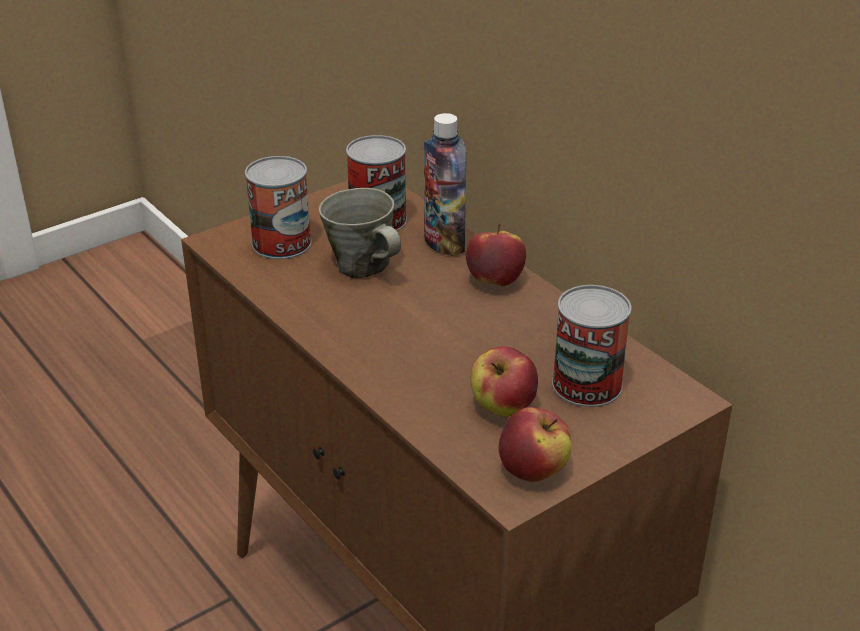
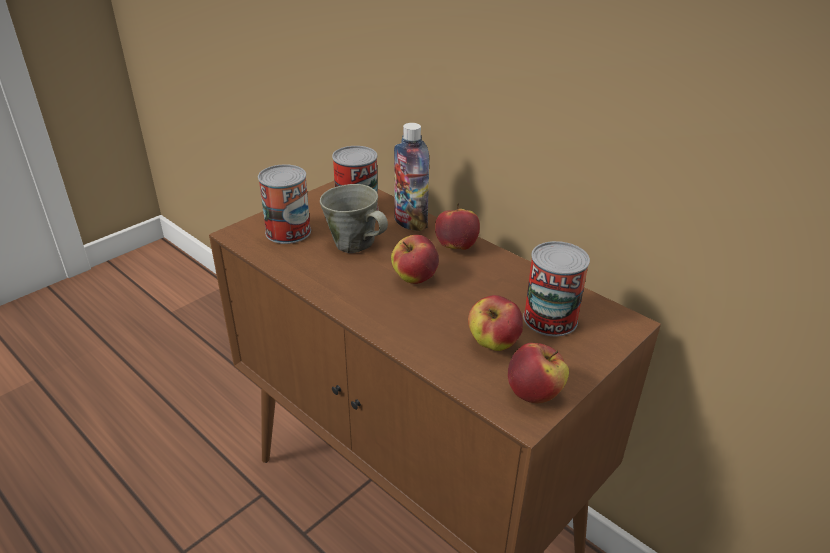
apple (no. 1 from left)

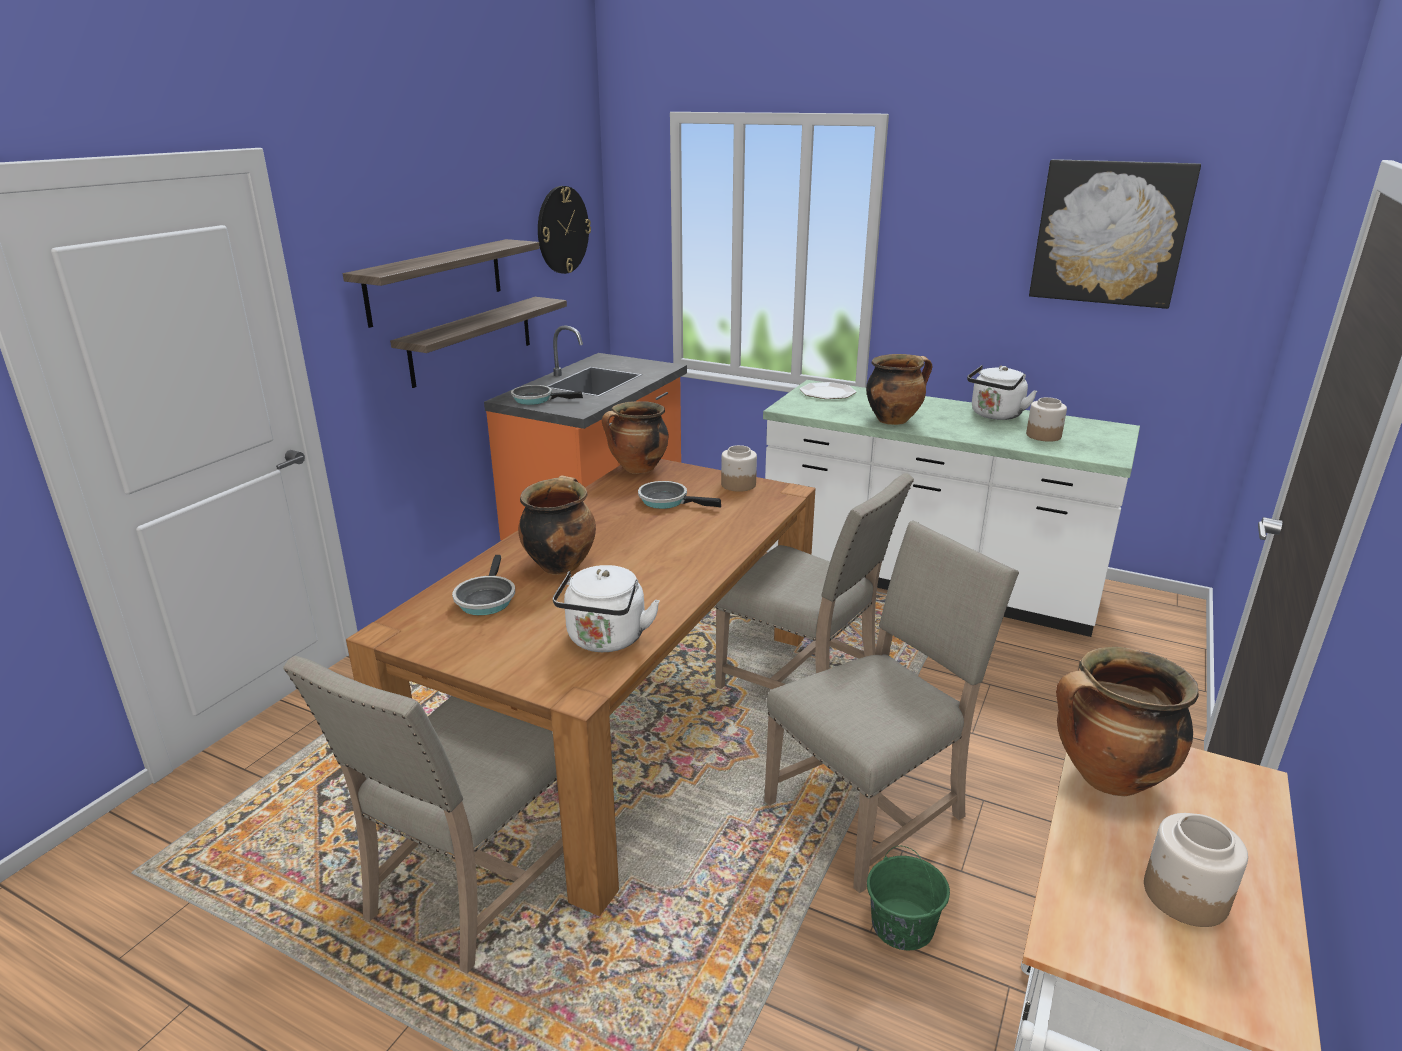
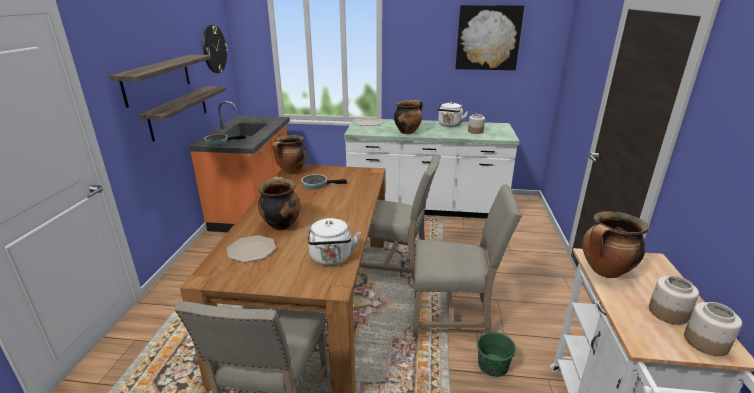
plate (no. 1 from left); beige chair (no. 3 from left); jar (no. 3 from left)

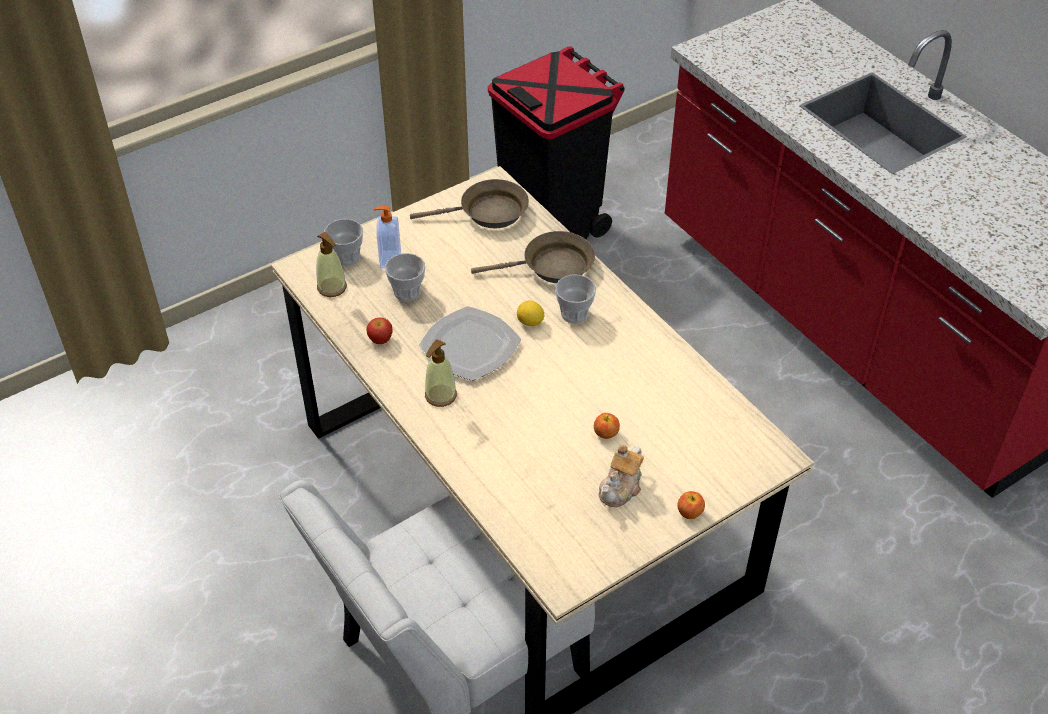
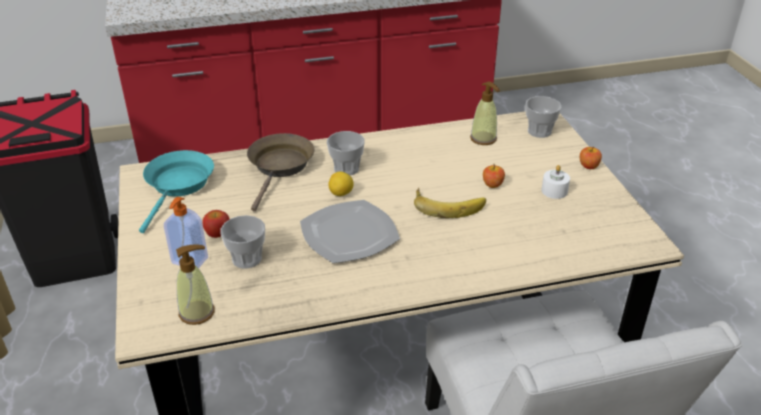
turquoise frying pan; apple (no. 1 from left); banana; soap dispenser (no. 3 from left); cup (no. 3 from left); white candle

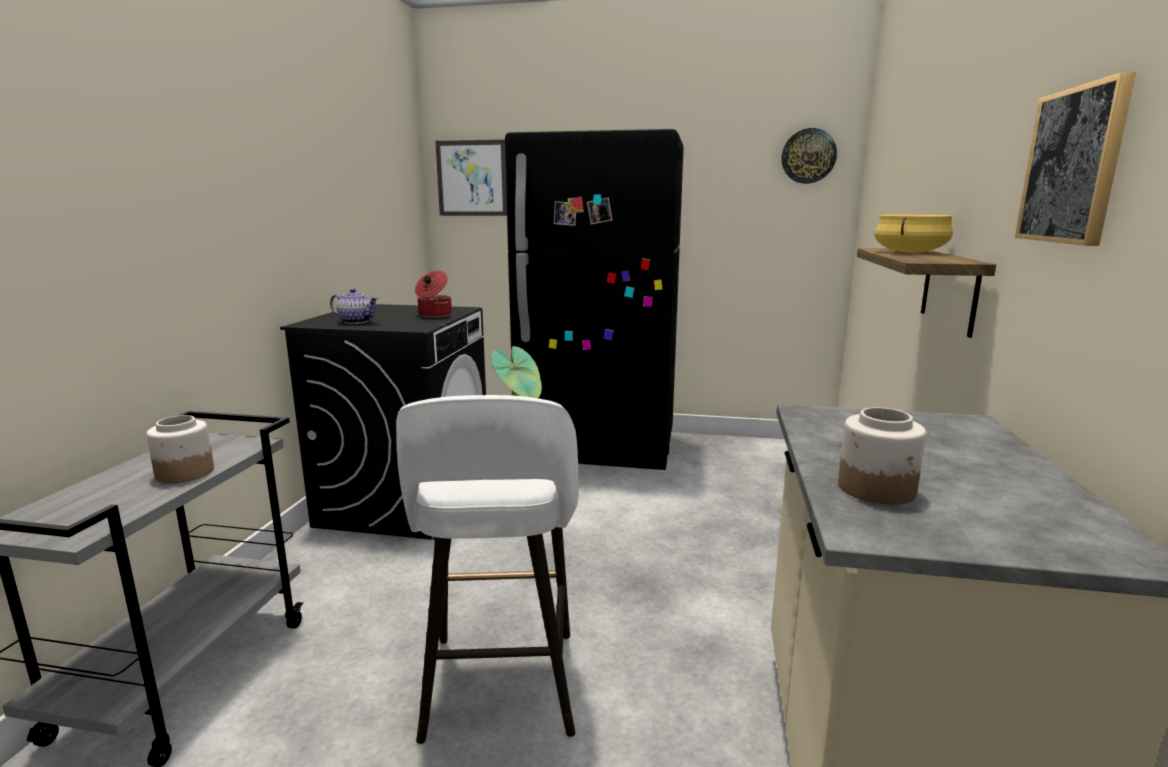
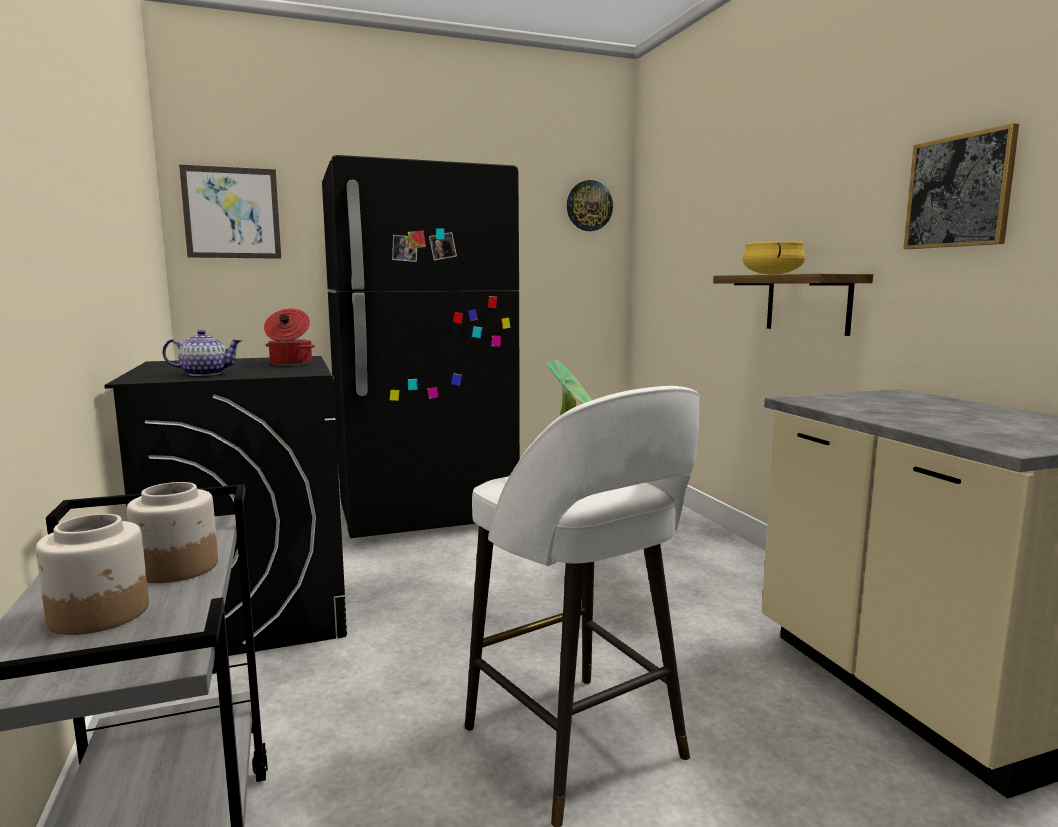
jar (no. 1 from left)

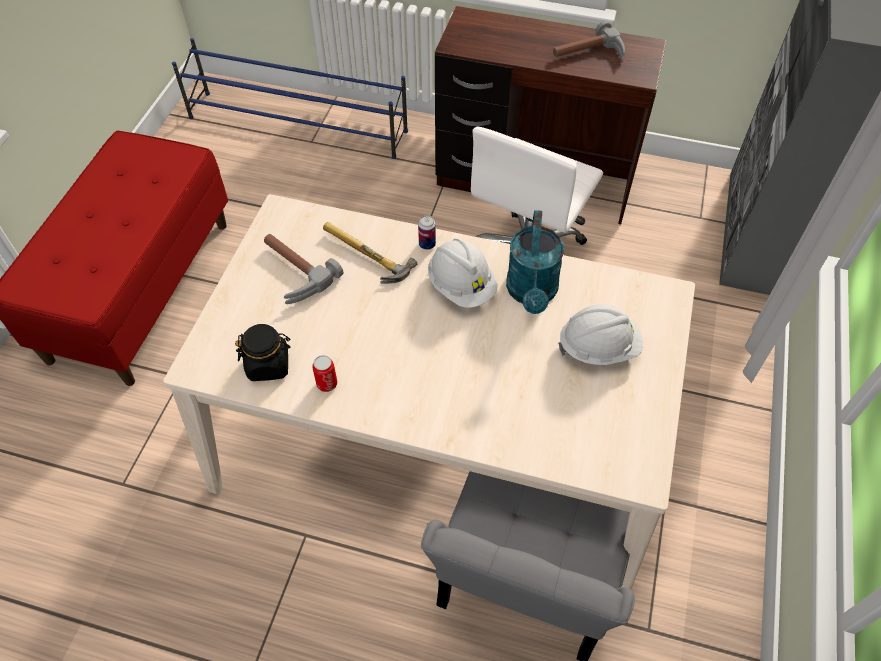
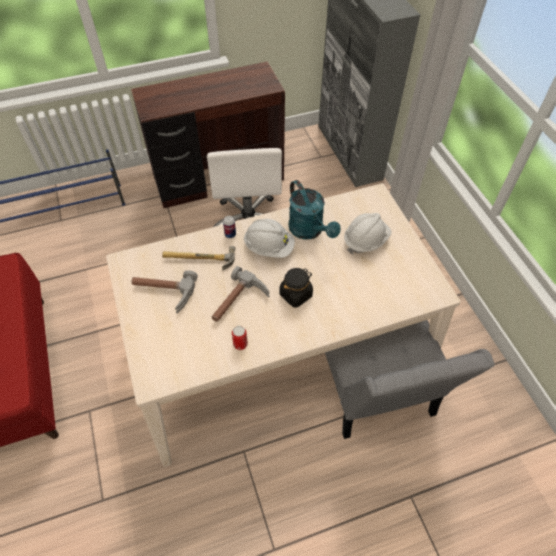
hammer (no. 3 from left); black jar

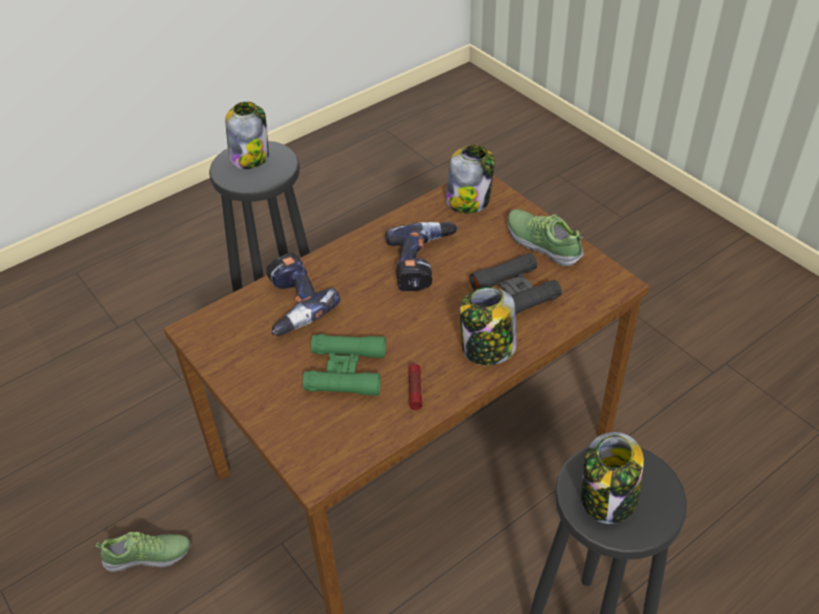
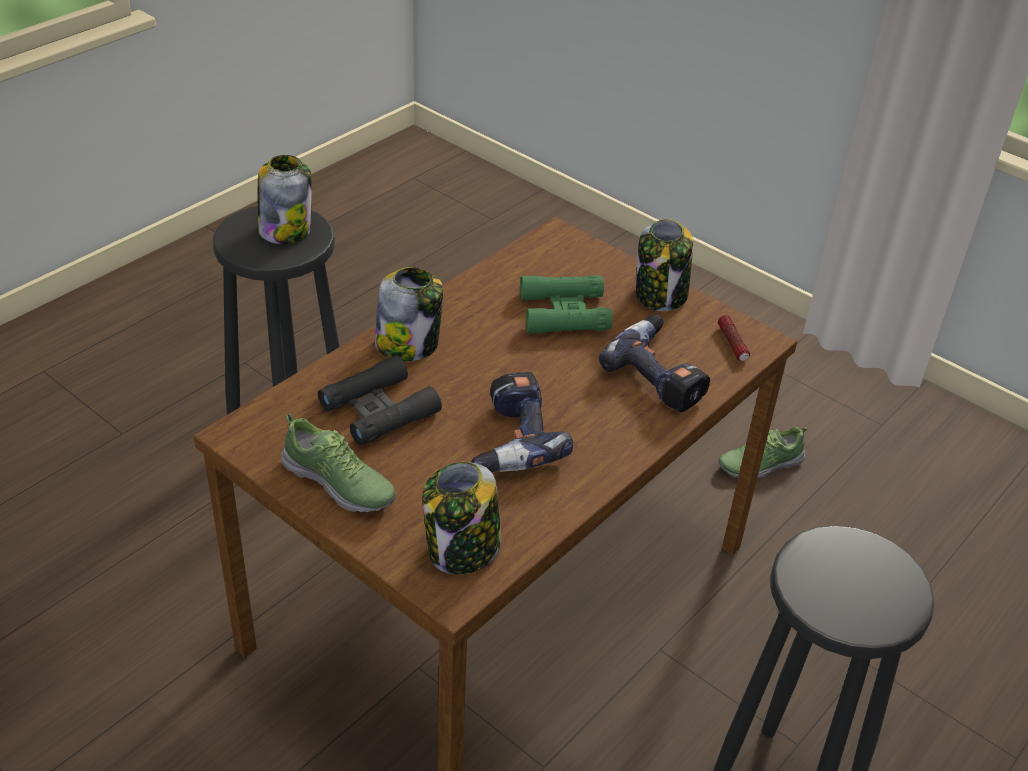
jar (no. 4 from left); flashlight

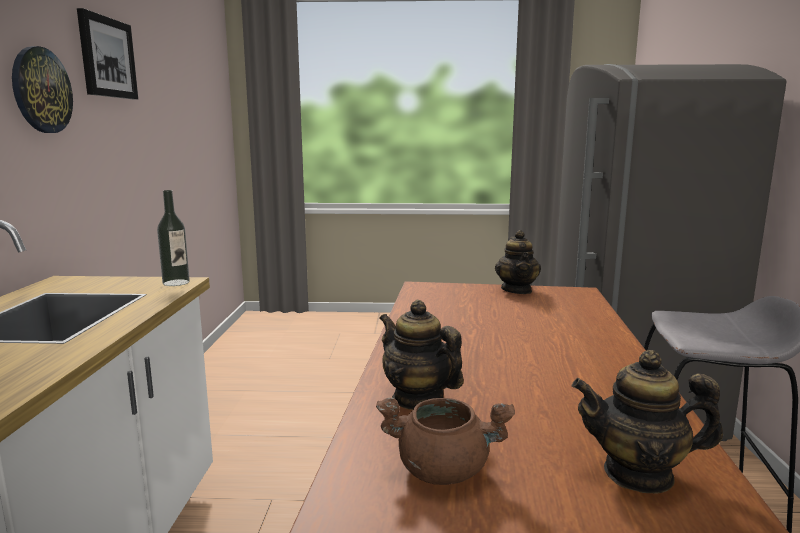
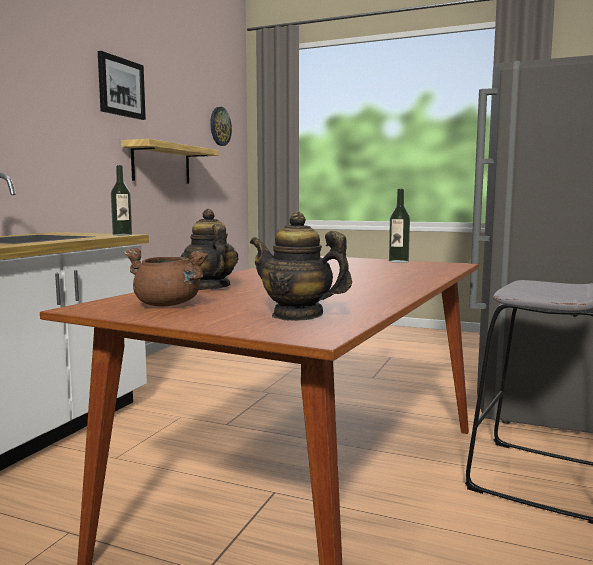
shelf; wall clock; bottle (no. 2 from left)

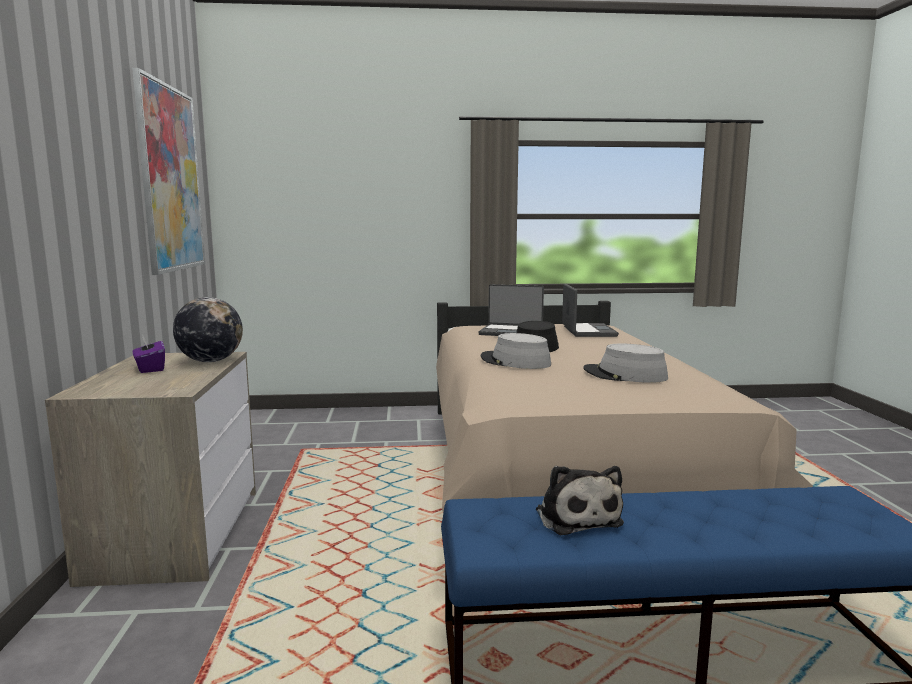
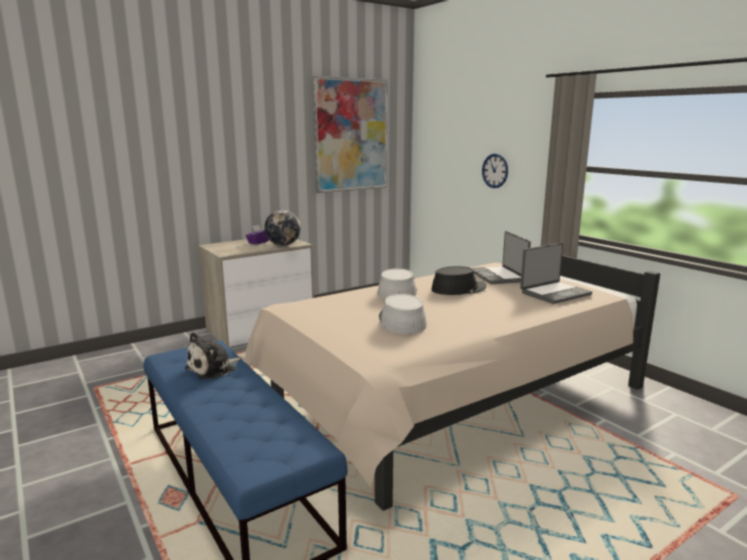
wall clock

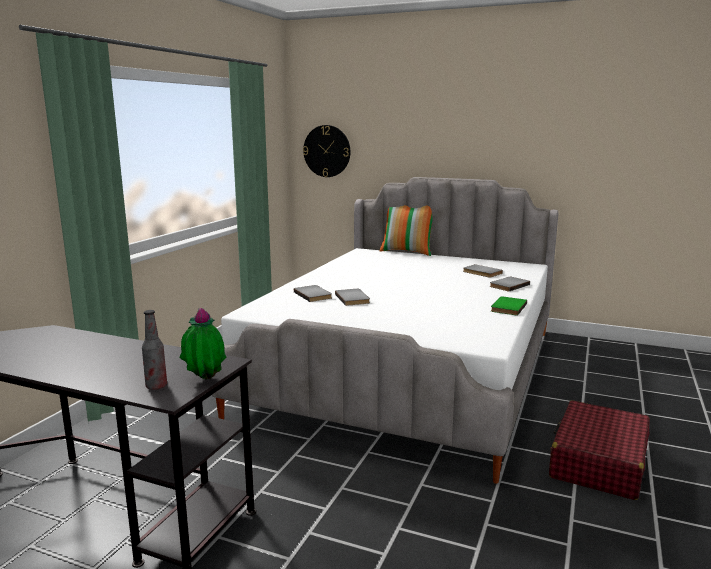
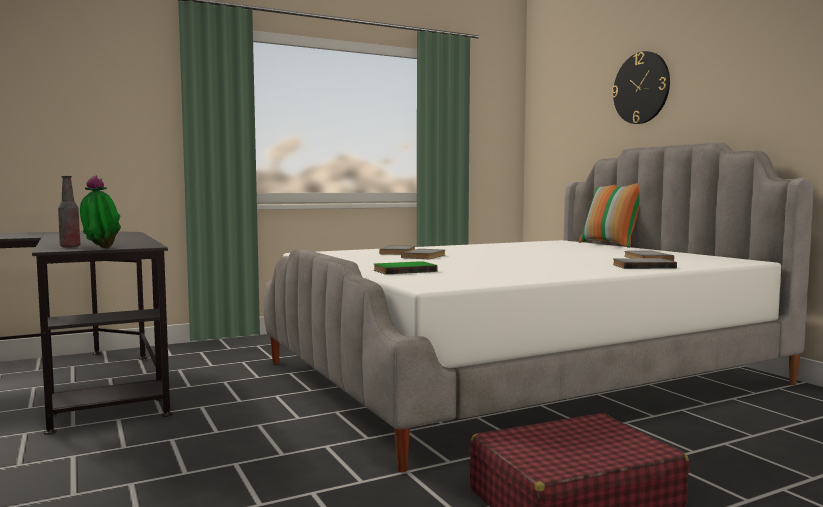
green book; wall clock

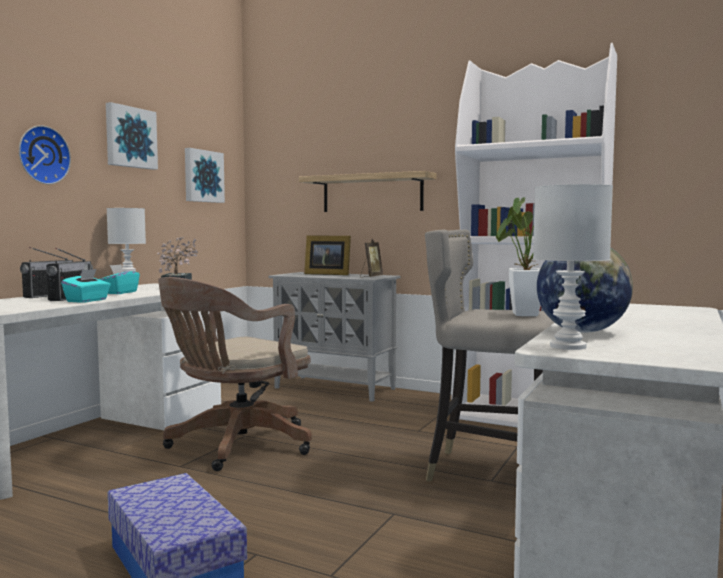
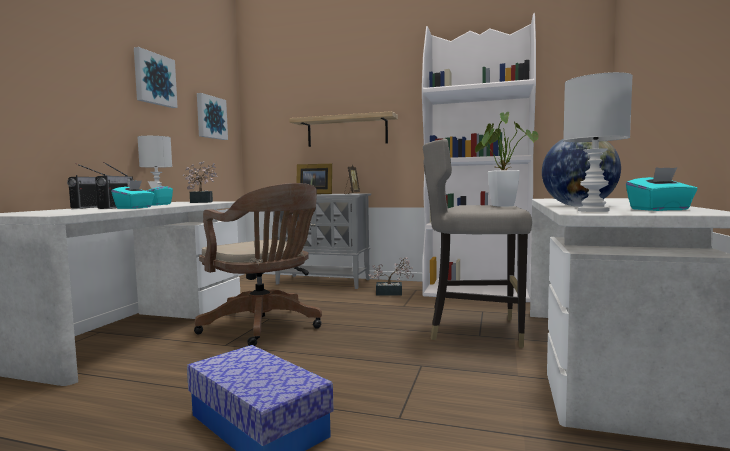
brown office chair; potted plant (no. 2 from left); turquoise tissue box (no. 3 from left); wall clock

